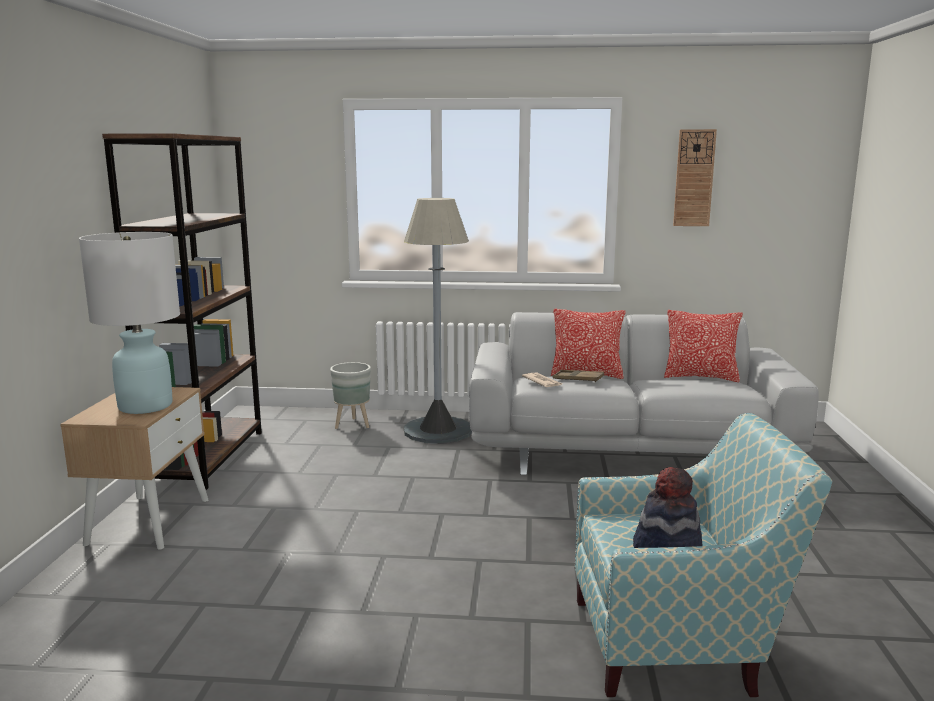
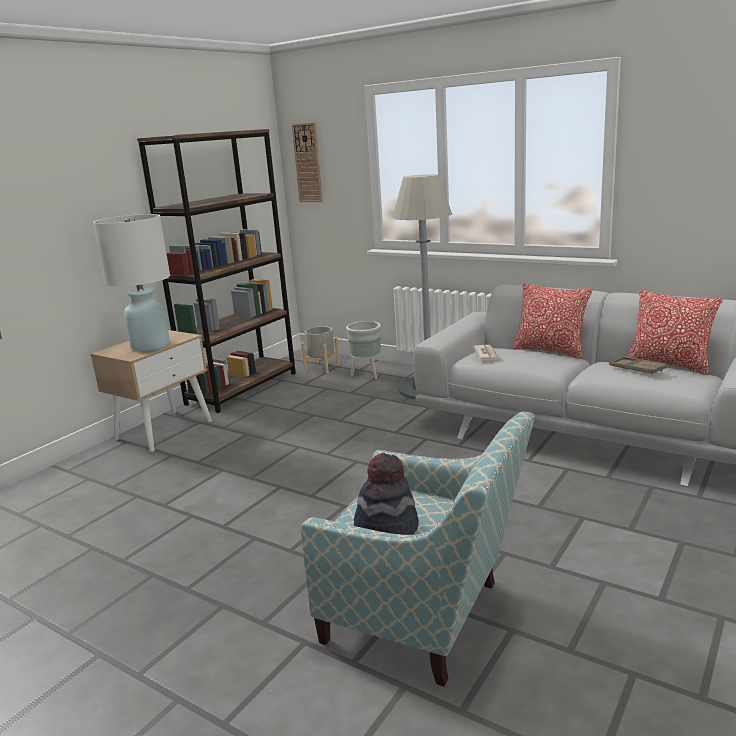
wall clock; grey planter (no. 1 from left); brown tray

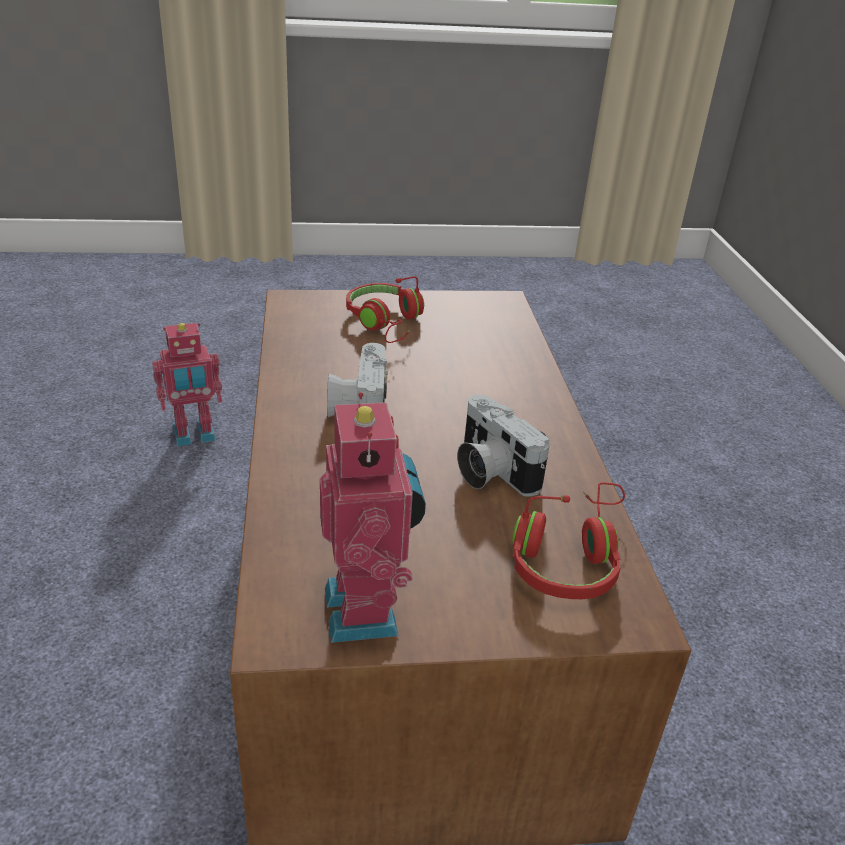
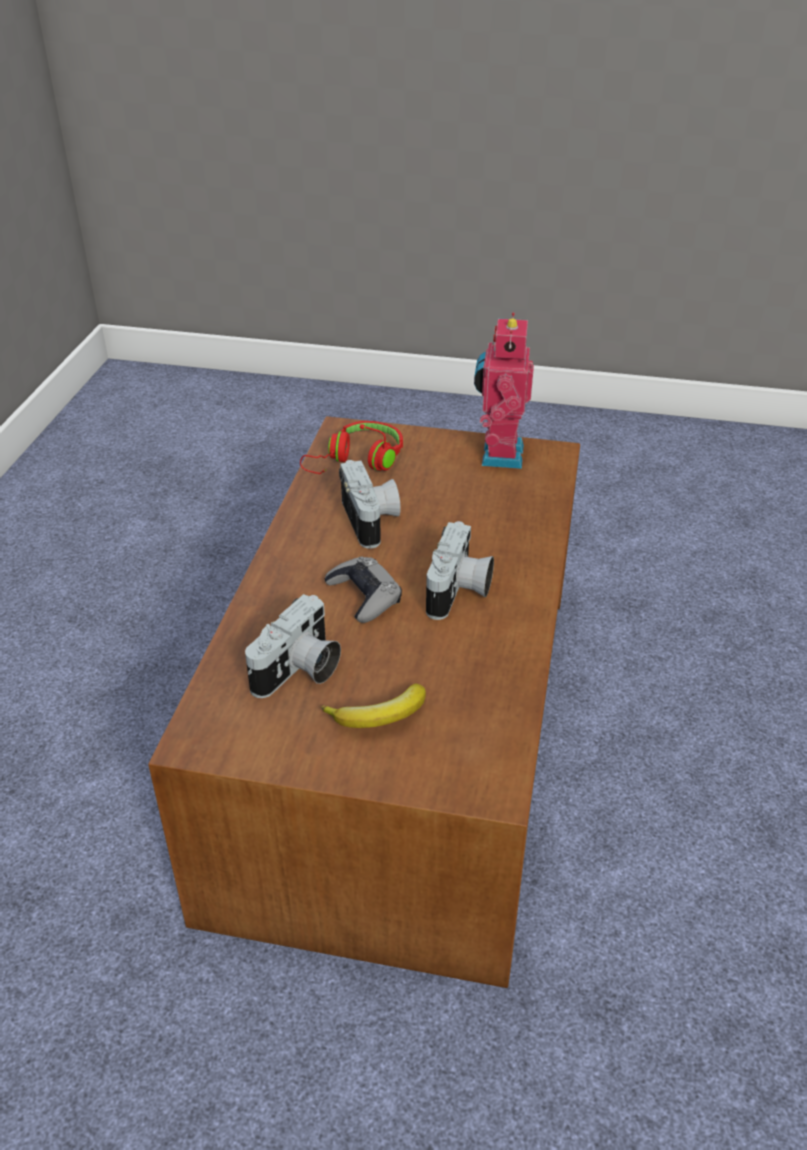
photo camera (no. 1 from left); banana; grey game controller; toy robot (no. 1 from left in the first image)

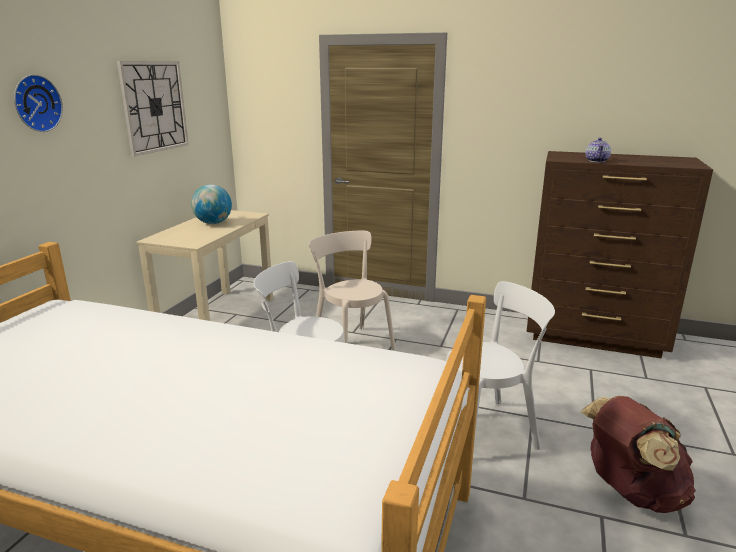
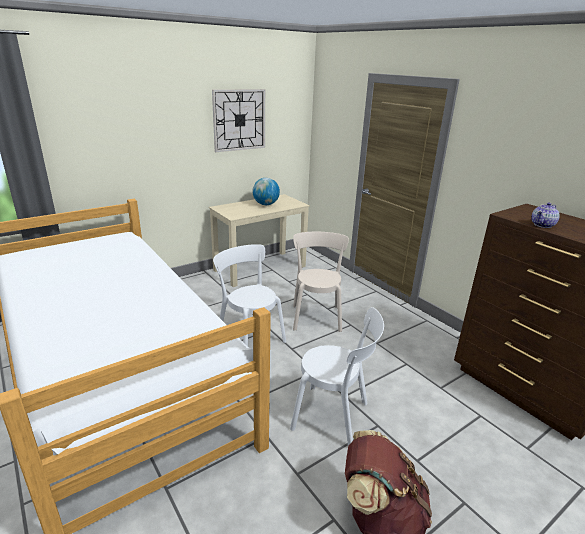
wall clock (no. 1 from left in the first image)

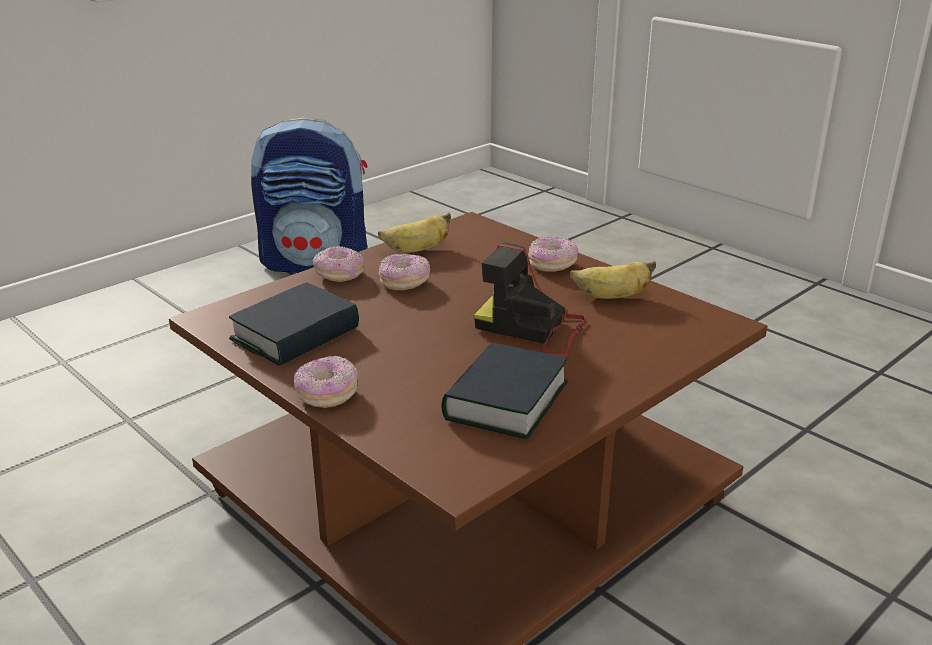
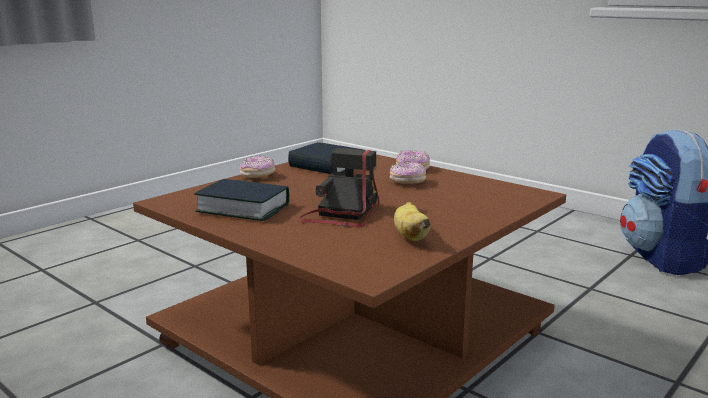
banana (no. 1 from left in the first image); donut (no. 4 from left in the first image)

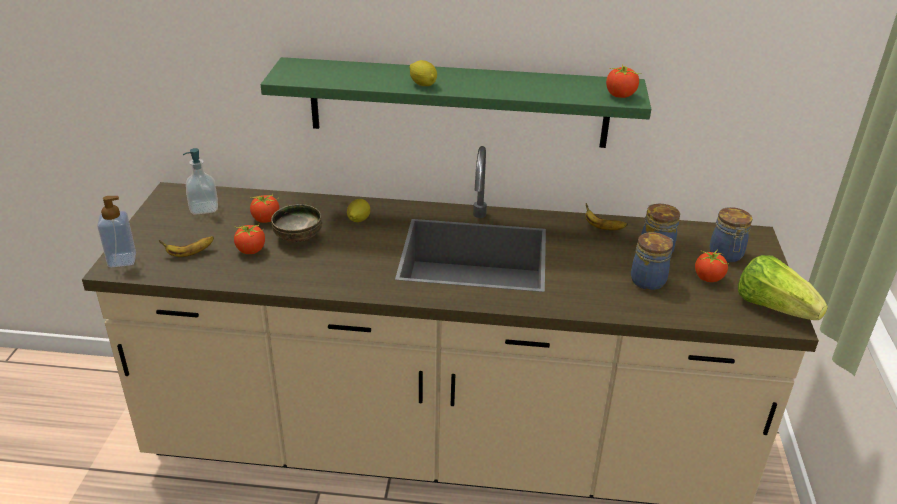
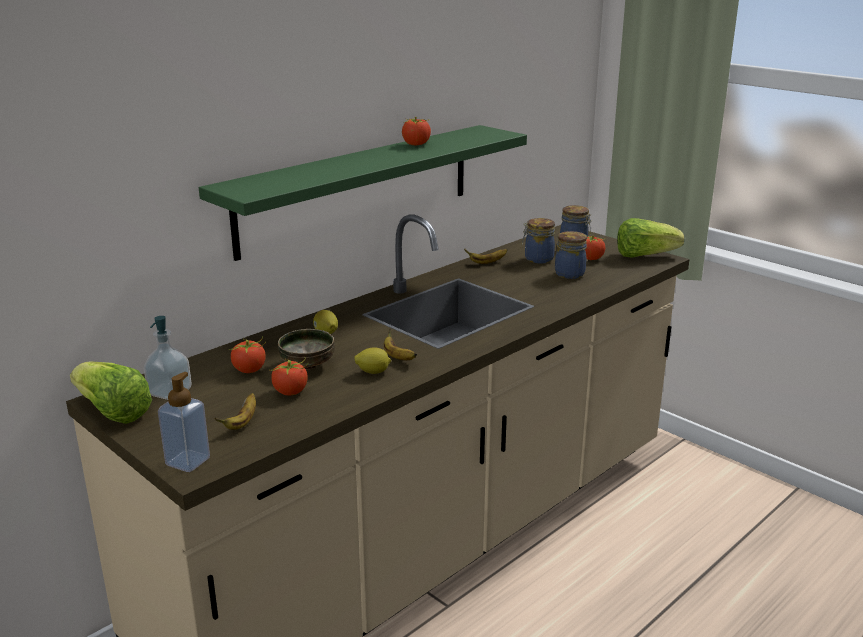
lettuce (no. 1 from left); lemon (no. 2 from left); banana (no. 2 from left); tomato (no. 3 from left)

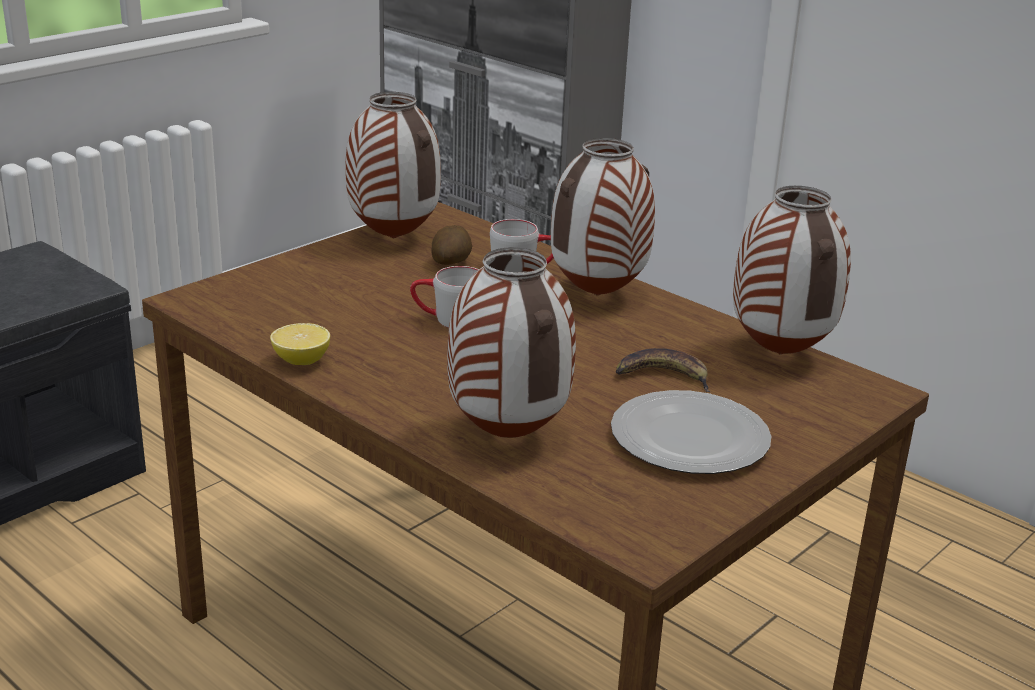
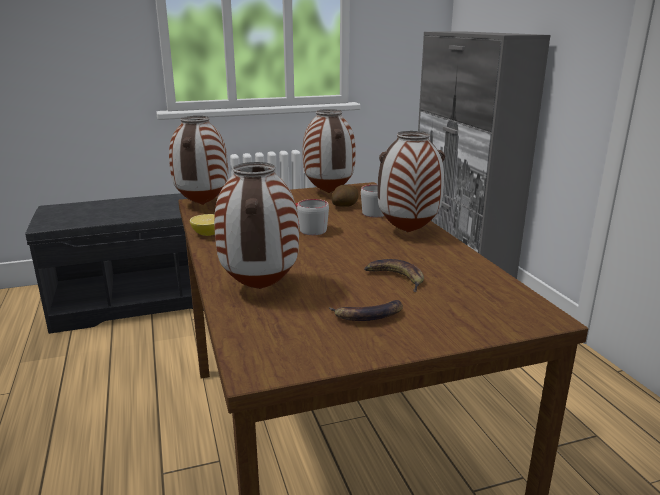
vase (no. 1 from left); banana (no. 1 from left)

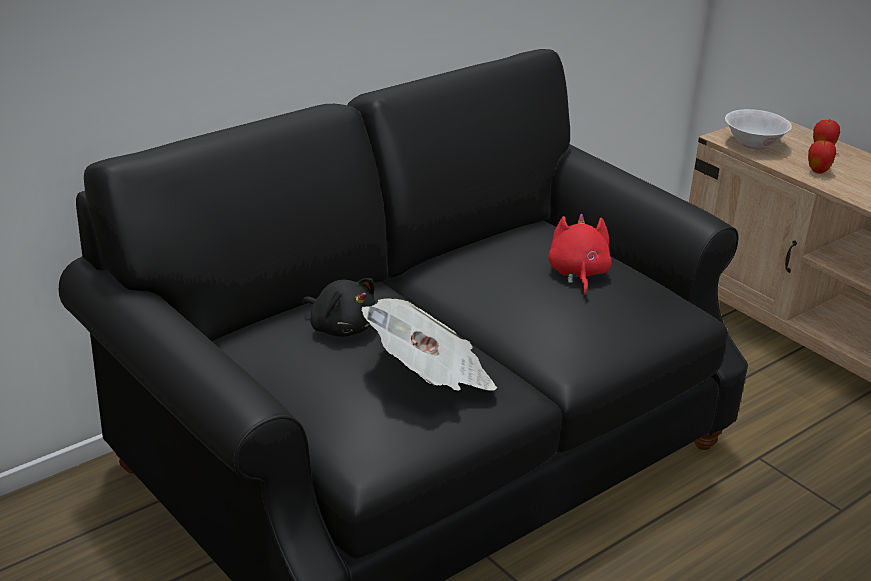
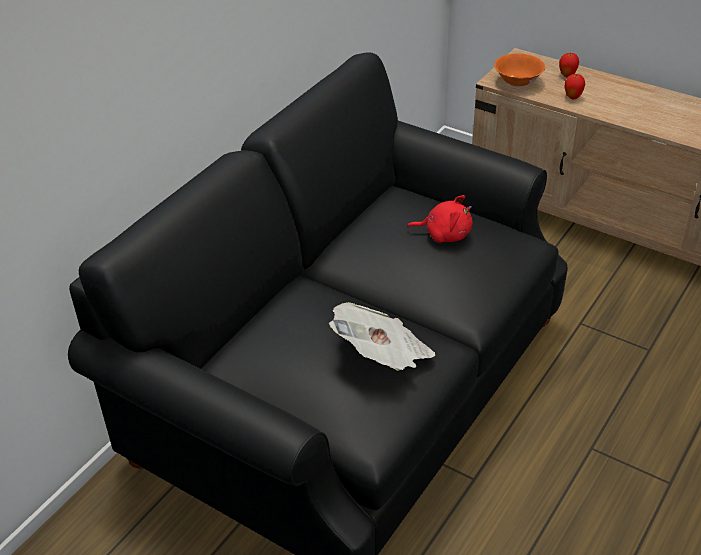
red plush toy; orange bowl; black plush toy

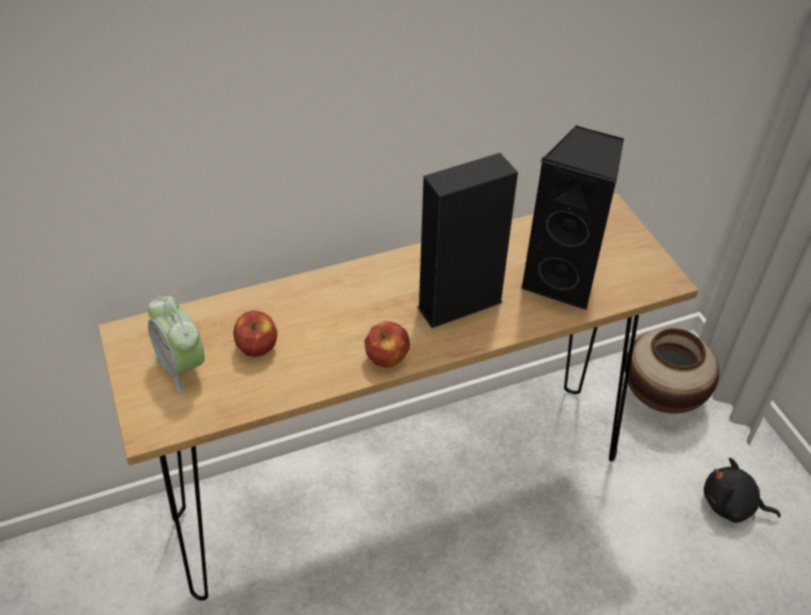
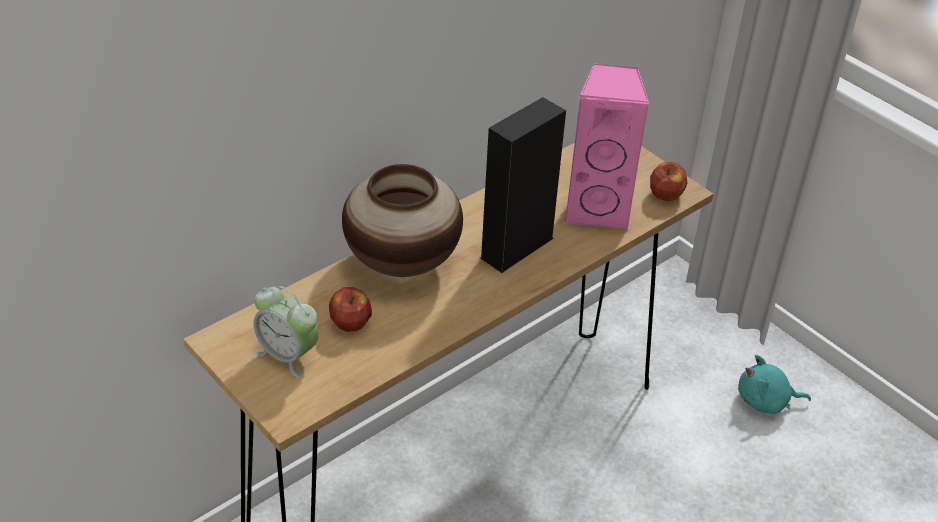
vase; pink speaker; apple (no. 2 from left); turquoise plush toy

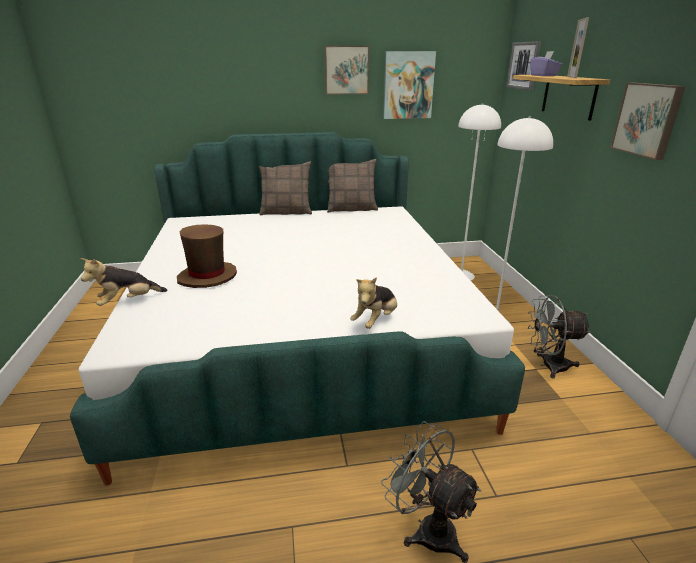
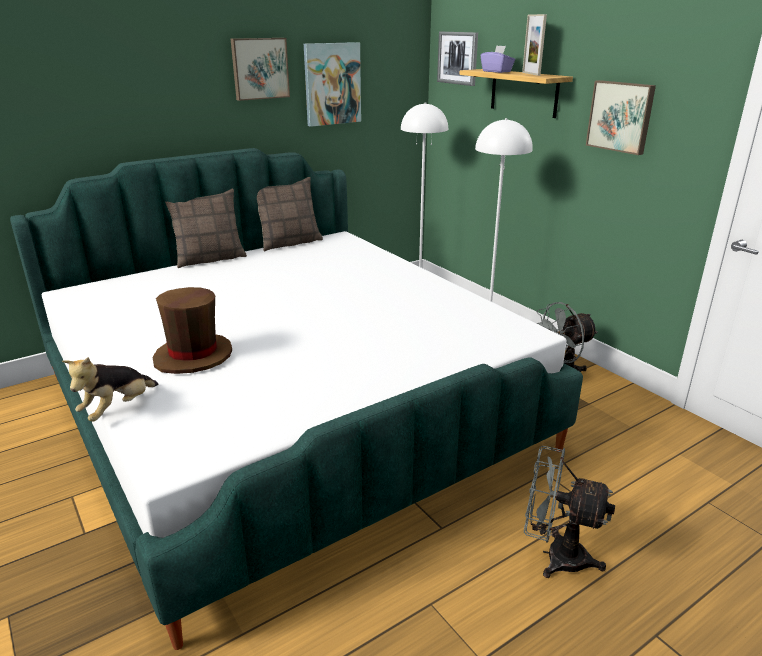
plush toy (no. 2 from left in the first image)

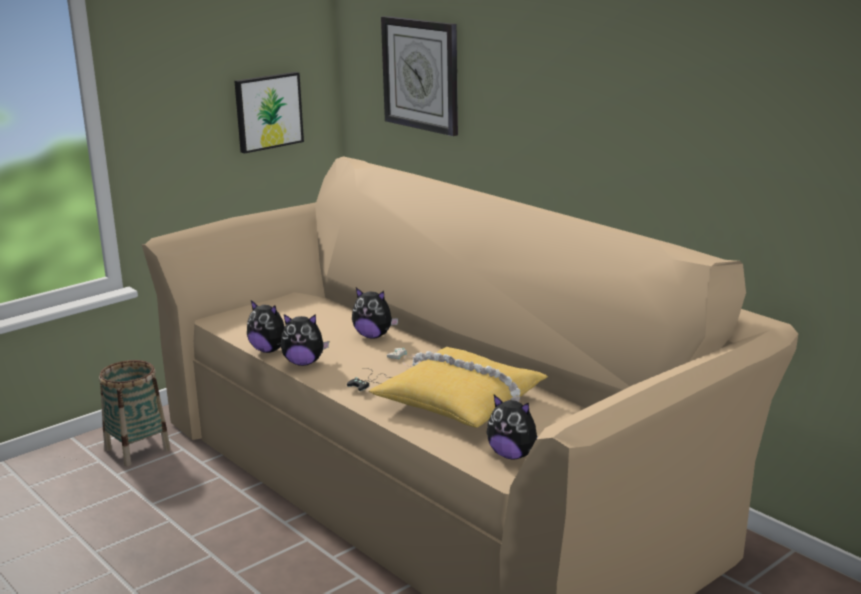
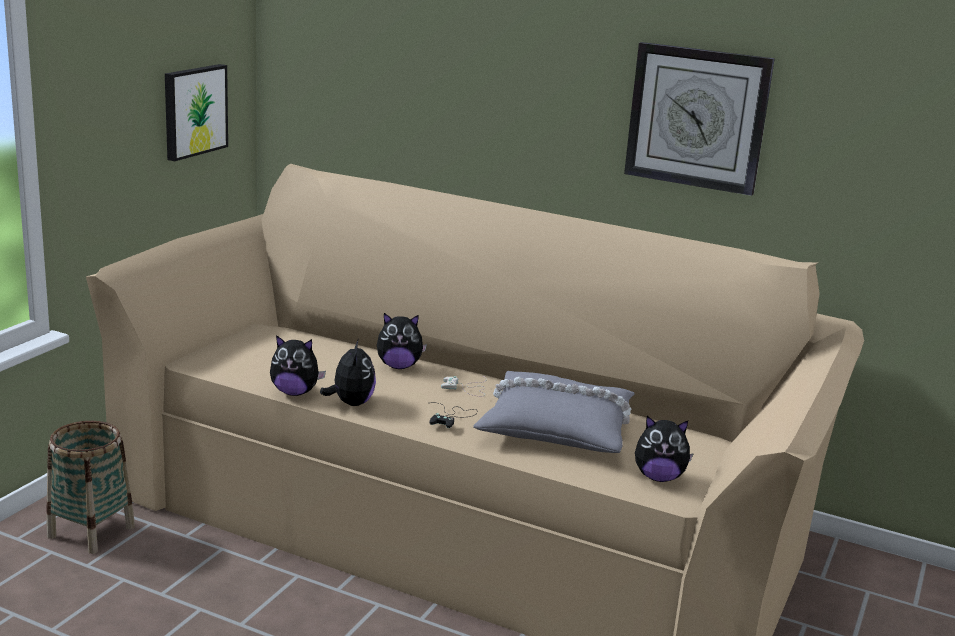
plush toy (no. 2 from left); grey pillow; wall clock

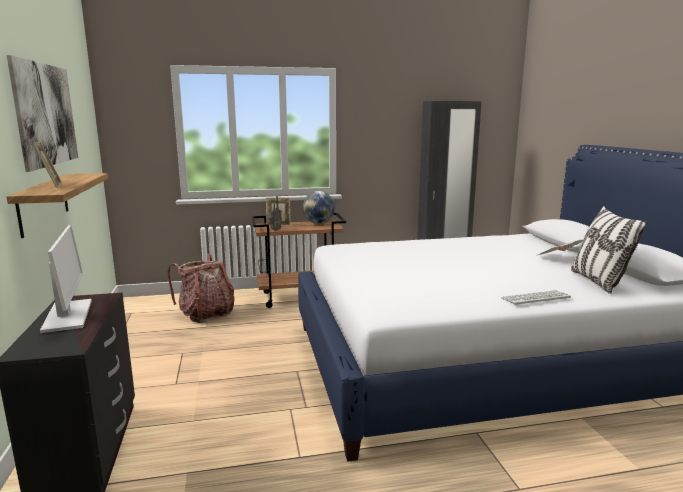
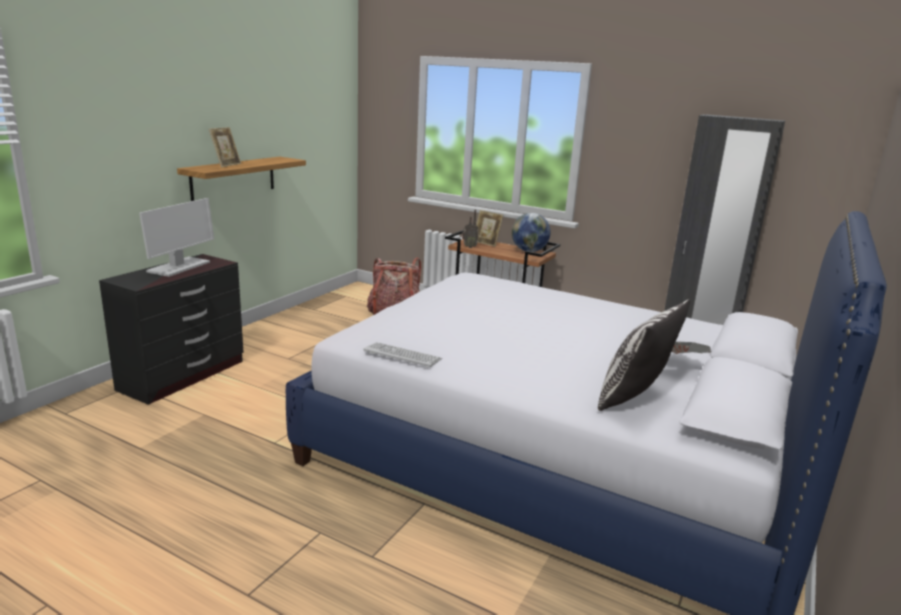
keyboard; picture

